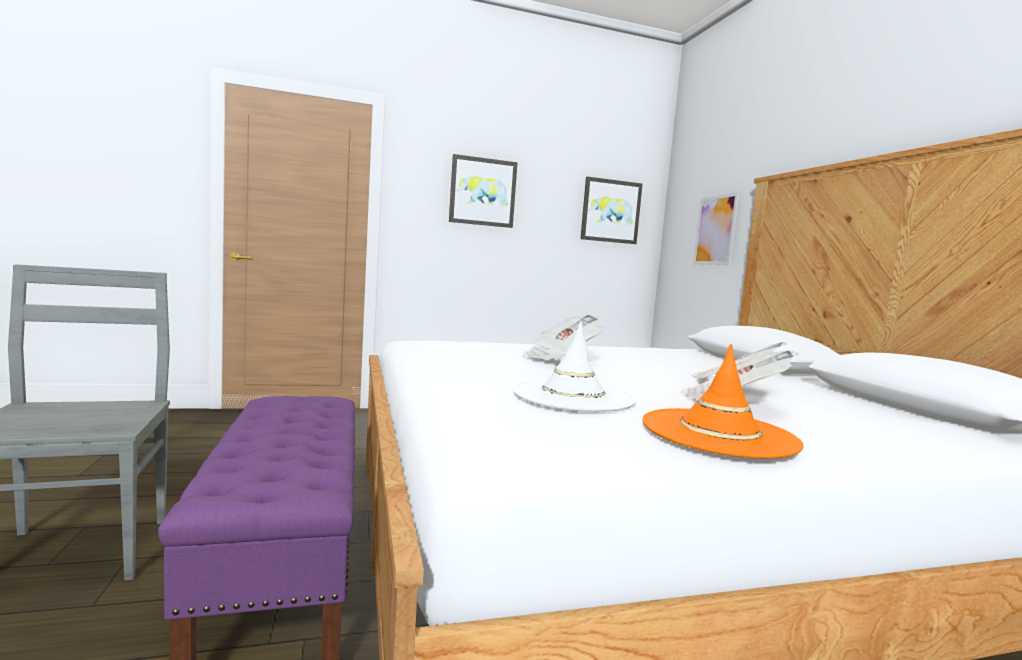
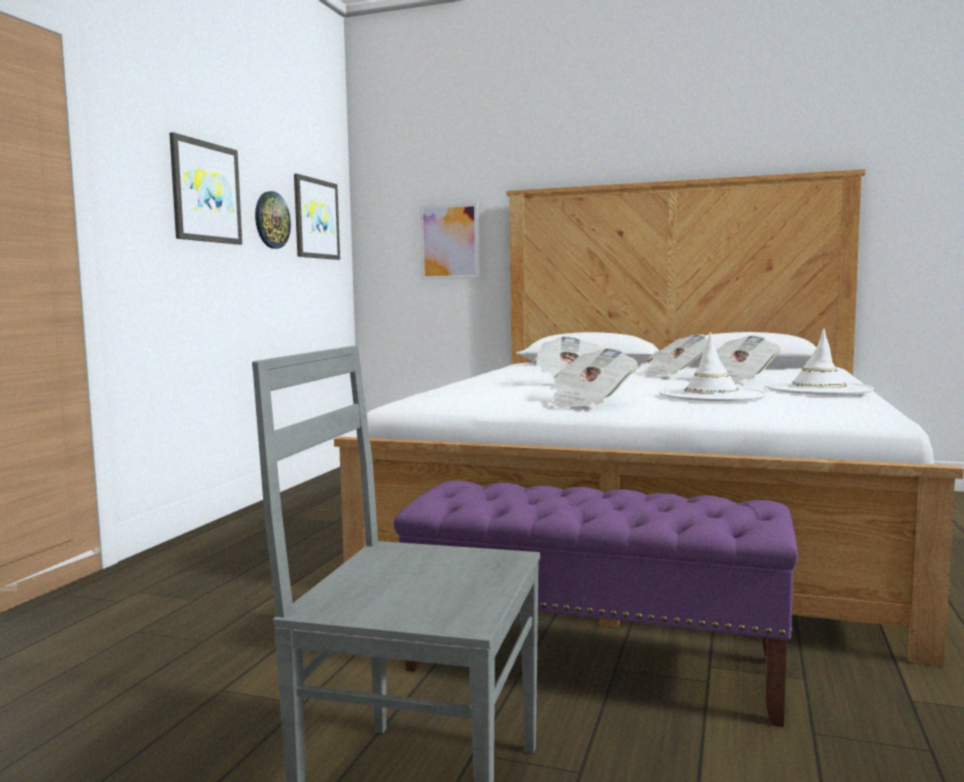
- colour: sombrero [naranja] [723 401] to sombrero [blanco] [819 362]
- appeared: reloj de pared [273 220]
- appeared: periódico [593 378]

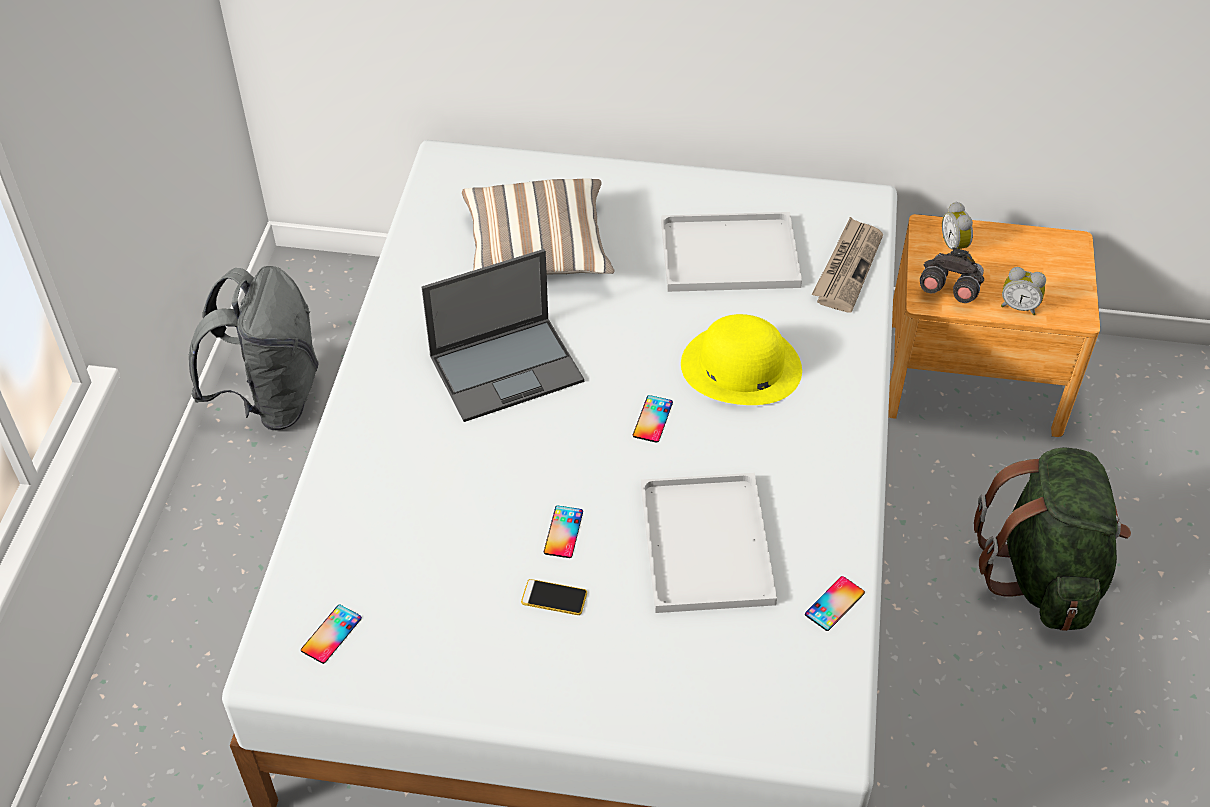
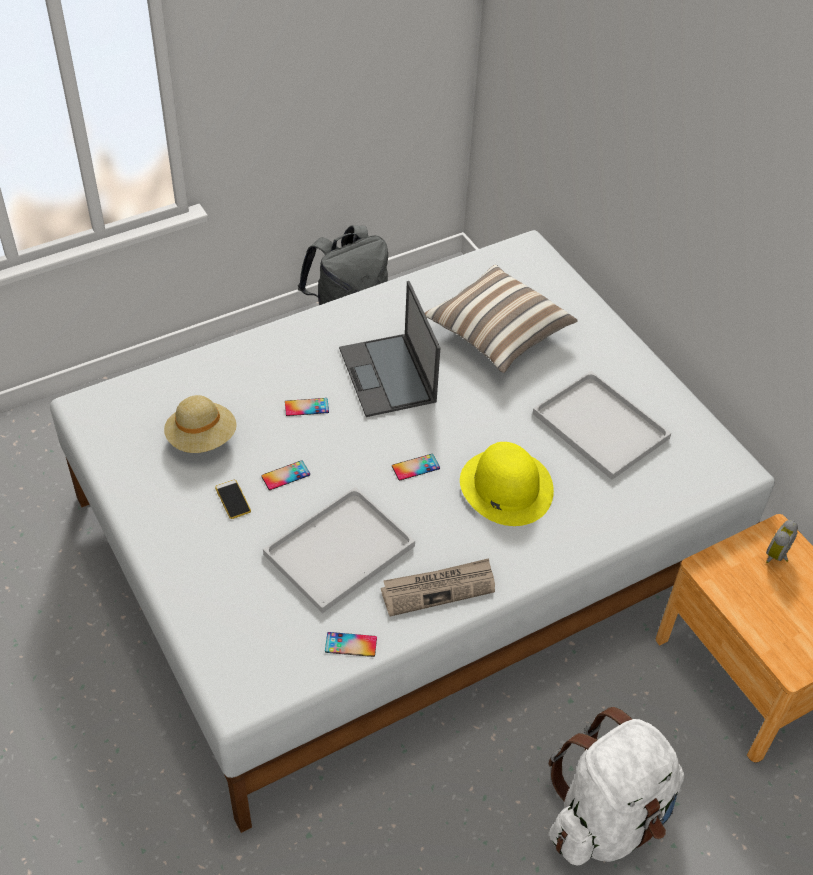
- relocated: periódico [847 265] to [438 587]
- missing: prismáticos [gris] [952 275]
- spun: portátil [503 335] = [389 349] 45 degrees clockwise
- missing: despertador [1023 291]
- colour: mochila [verde] [1052 539] to mochila [blanco] [616 786]
- relocated: móvil [331 634] to [307 407]
- appeared: sombrero [beis] [200 424]

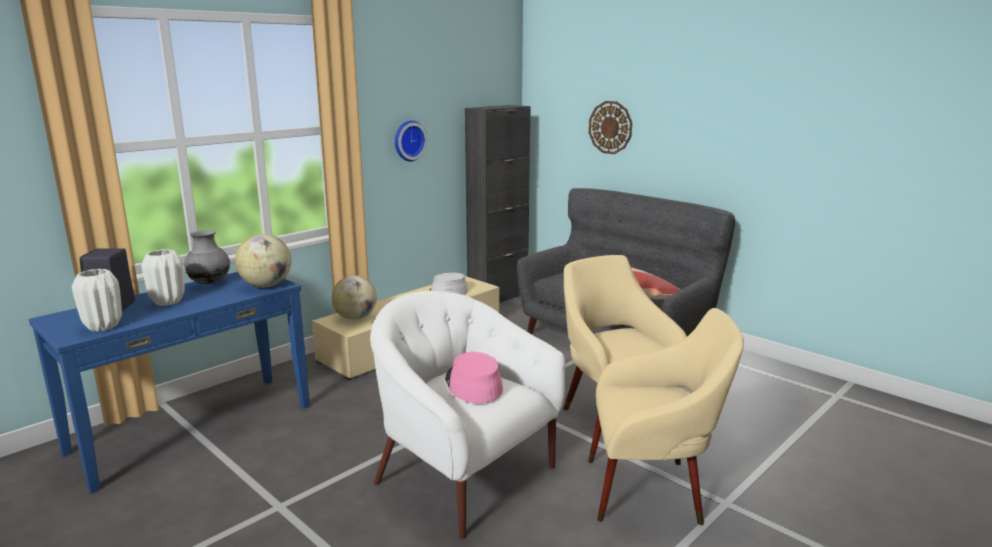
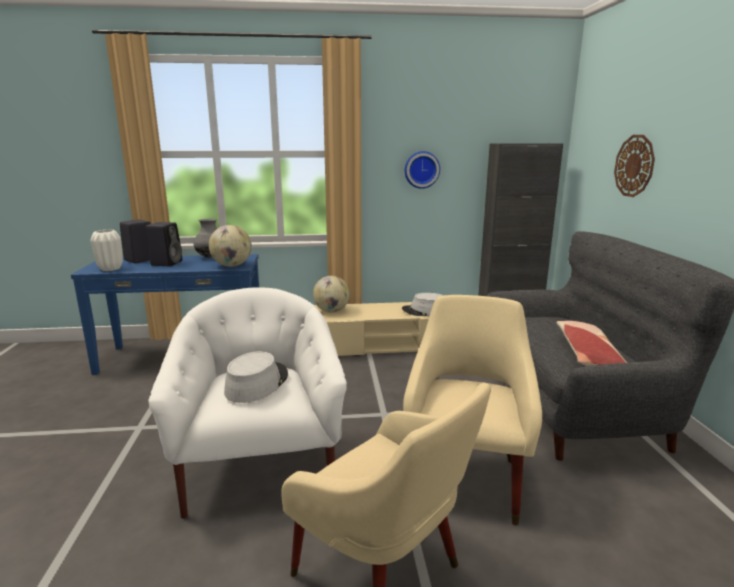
- exchanged: florero [blanco] [163 277] to altavoz [negro] [164 244]
- colour: sombrero [rosa] [474 377] to sombrero [gris] [256 377]

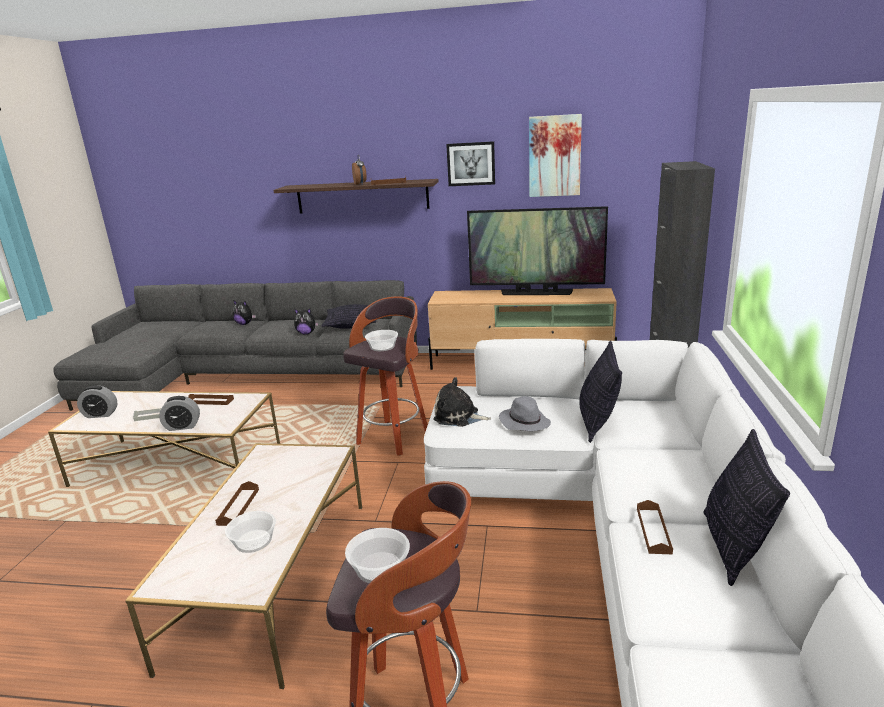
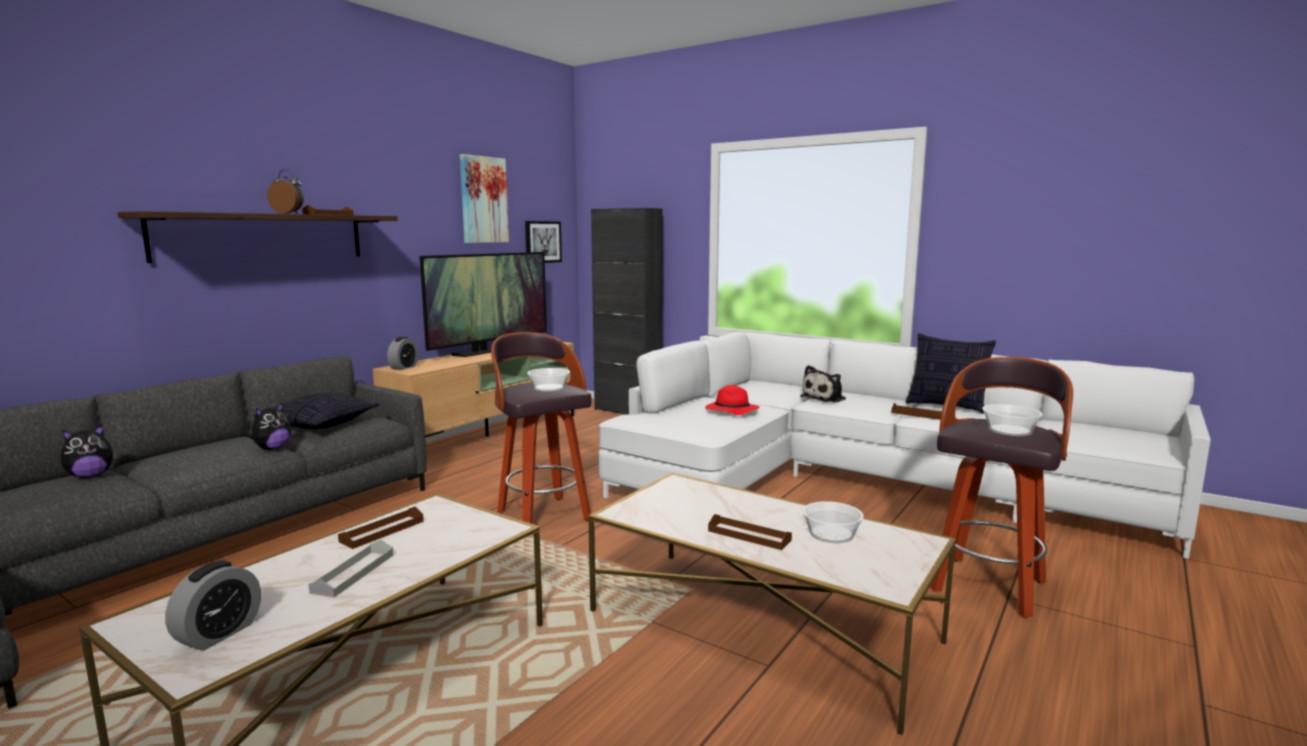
- relocated: cuadro [470 163] to [543 242]
- missing: cojín [600 392]
- relocated: peluche [462 402] to [823 384]
- relocated: despertador [179 413] to [402 353]
- colour: sombrero [gris] [525 413] to sombrero [rojo] [732 400]

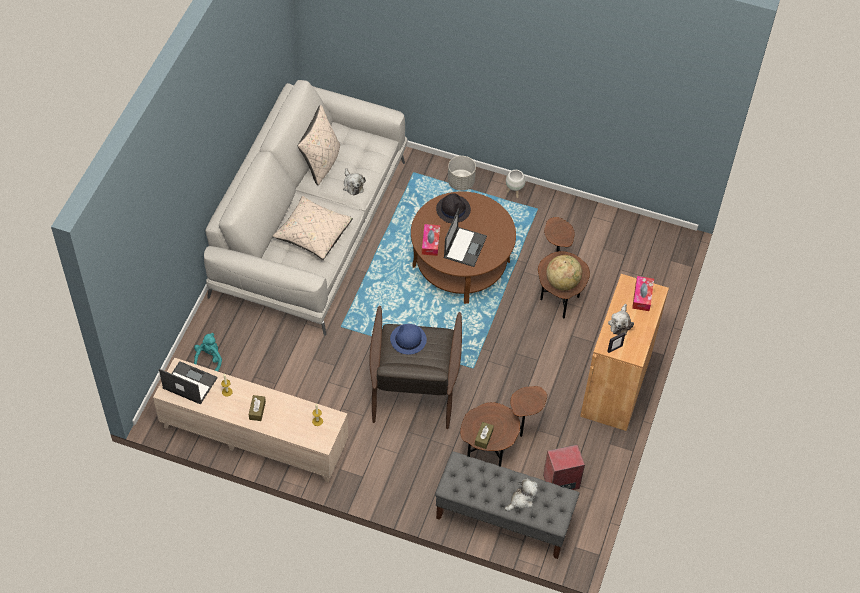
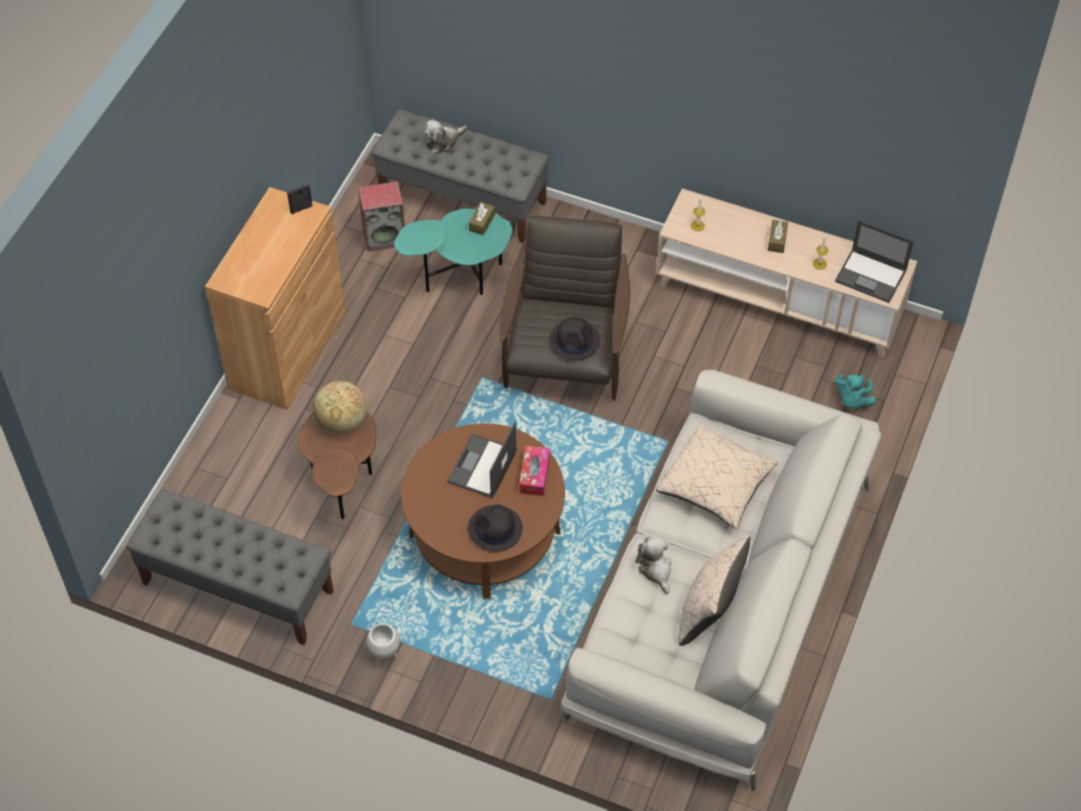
- missing: maceta [gris] [462 173]
- missing: caja de pañuelos [643 293]
- missing: peluche [621 319]
- colour: sombrero [azul] [408 339] to sombrero [negro] [575 339]
- colour: mesa auxiliar [marrón] [503 426] to mesa auxiliar [turquesa] [453 252]
- appeared: banco [gris] [229 567]

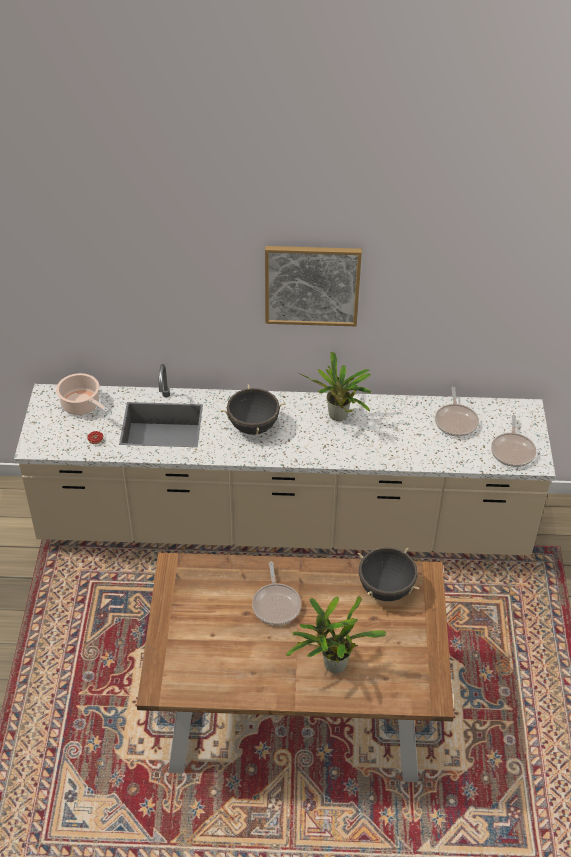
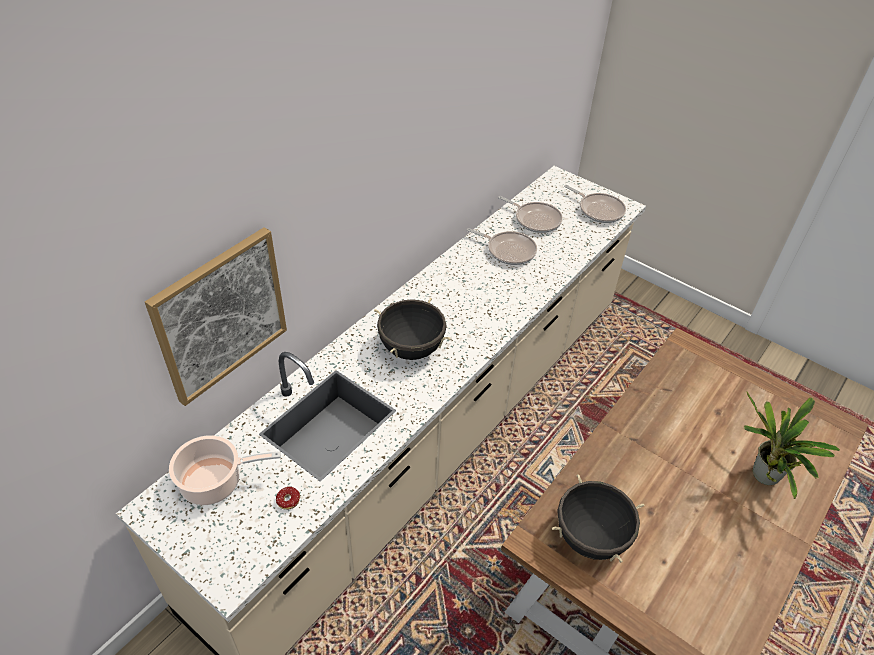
- relocated: cuadro [313 286] to [216 316]
- missing: planta en maceta [335 386]
- relocated: olla [negro] [388 574] to [598 518]
- relocated: sartén [276 593] to [502 246]

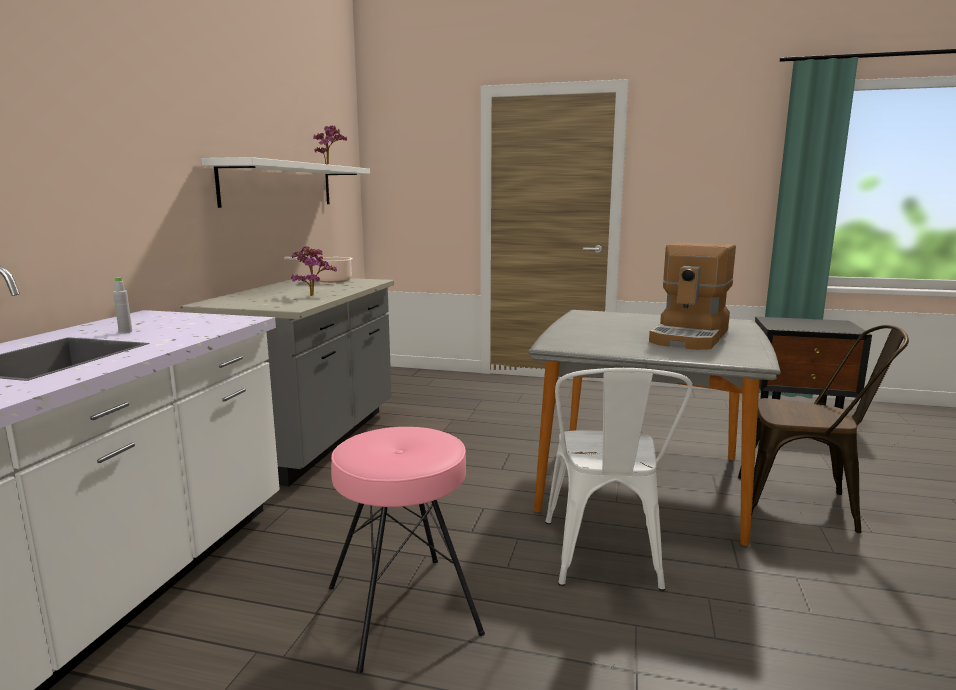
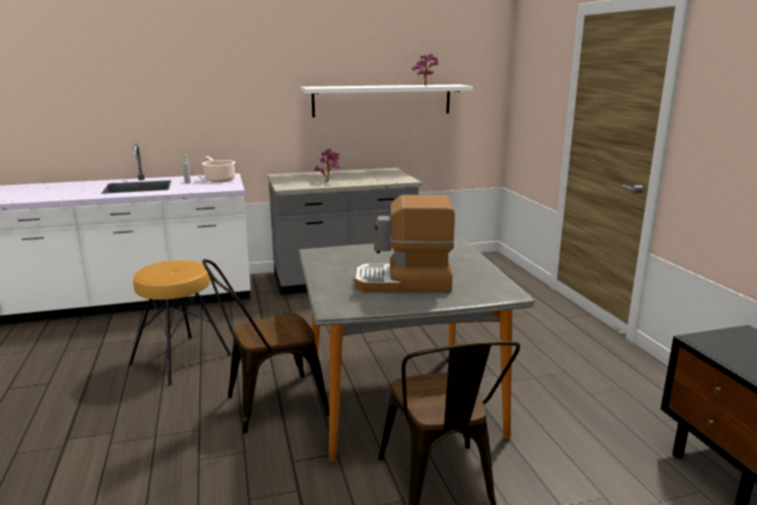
- relocated: olla [318 270] to [219 169]
- colour: silla [blanco] [619 479] to silla [marrón] [265 346]
- colour: taburete [rosa] [407 550] to taburete [marrón] [180 323]

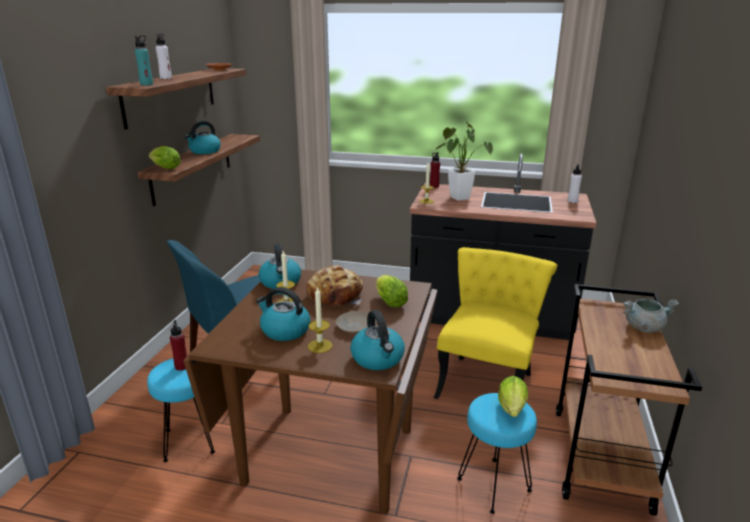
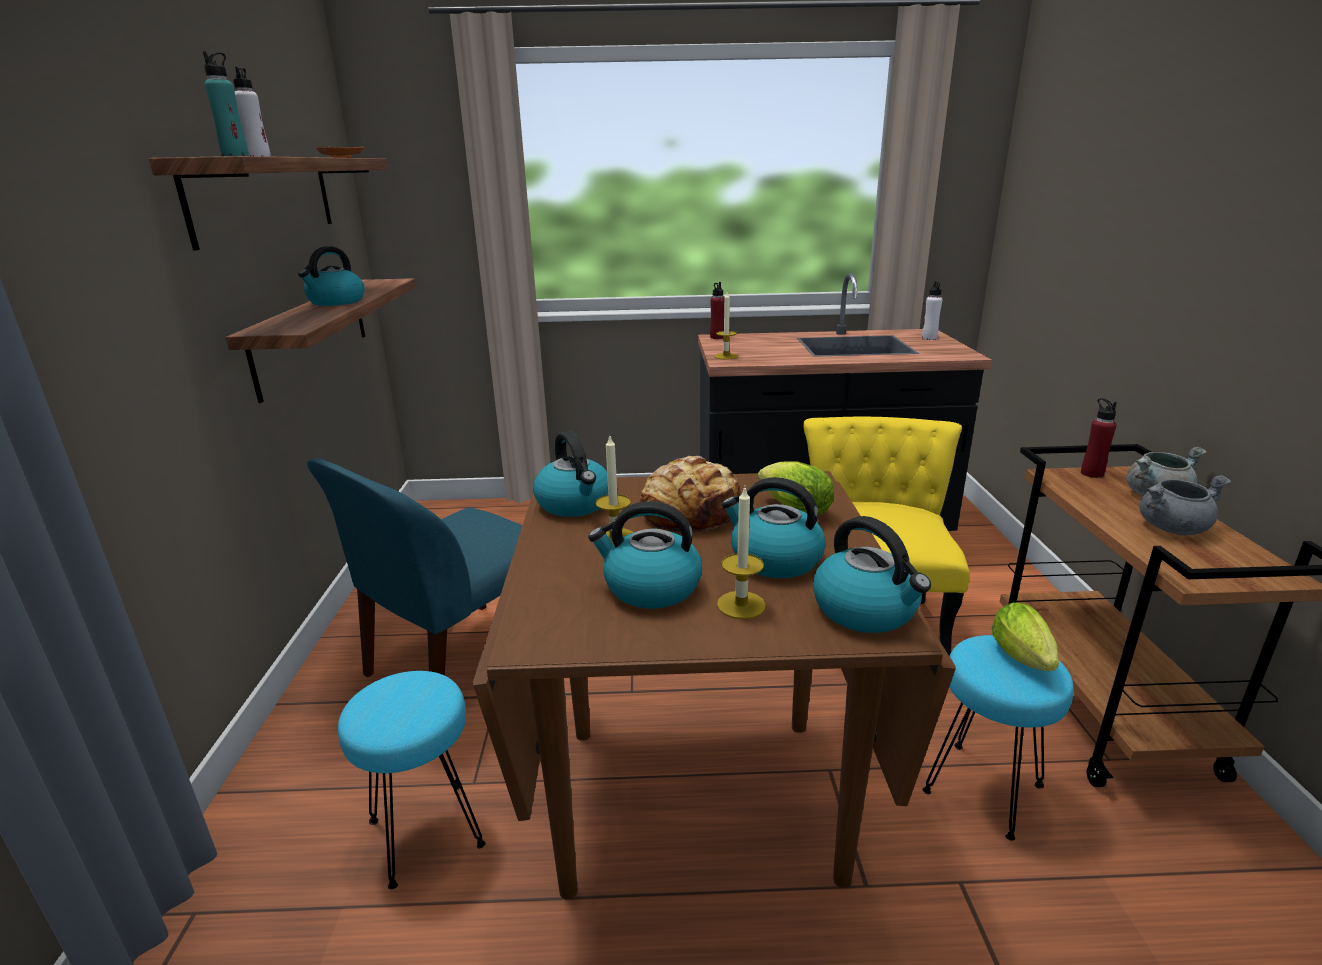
- missing: planta en maceta [464 161]
- missing: lechuga [165 157]
- exchanged: plato [beis] [356 322] to hervidor [774 527]
- relocated: botella [rojo] [178 345] to [1099 438]
- appeared: olla [gris] [1185 505]

